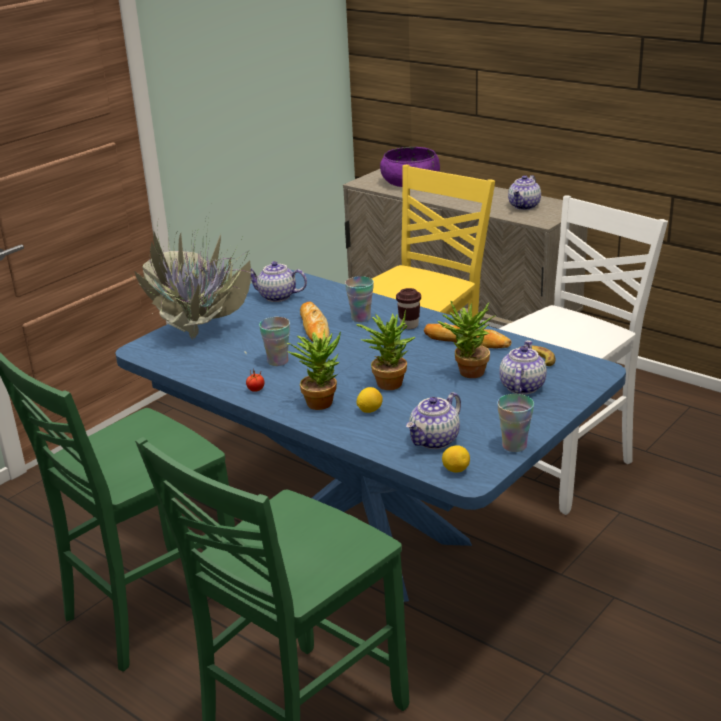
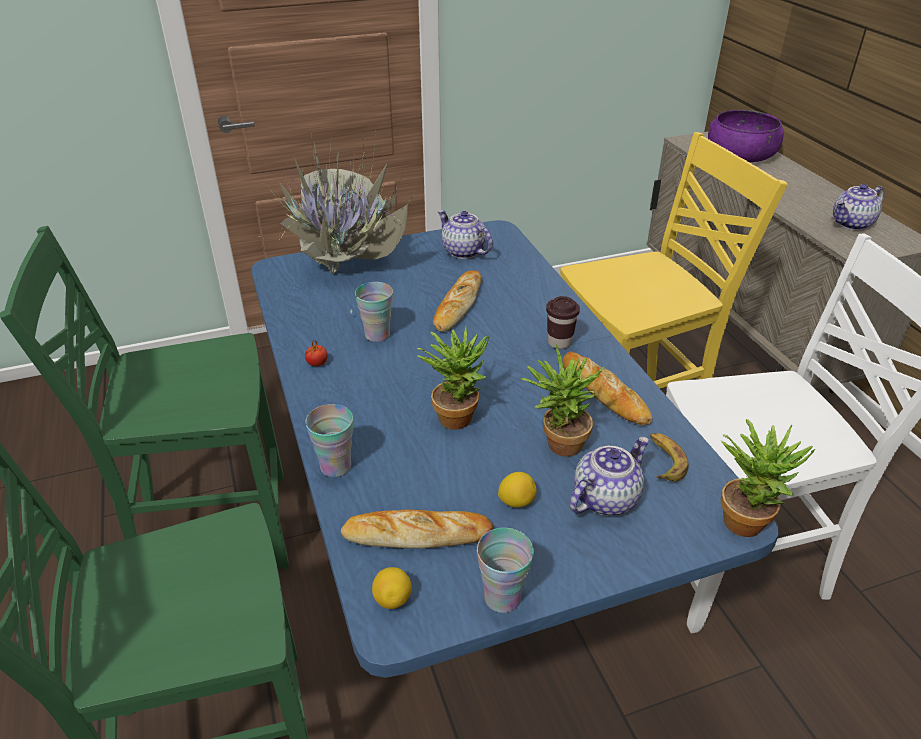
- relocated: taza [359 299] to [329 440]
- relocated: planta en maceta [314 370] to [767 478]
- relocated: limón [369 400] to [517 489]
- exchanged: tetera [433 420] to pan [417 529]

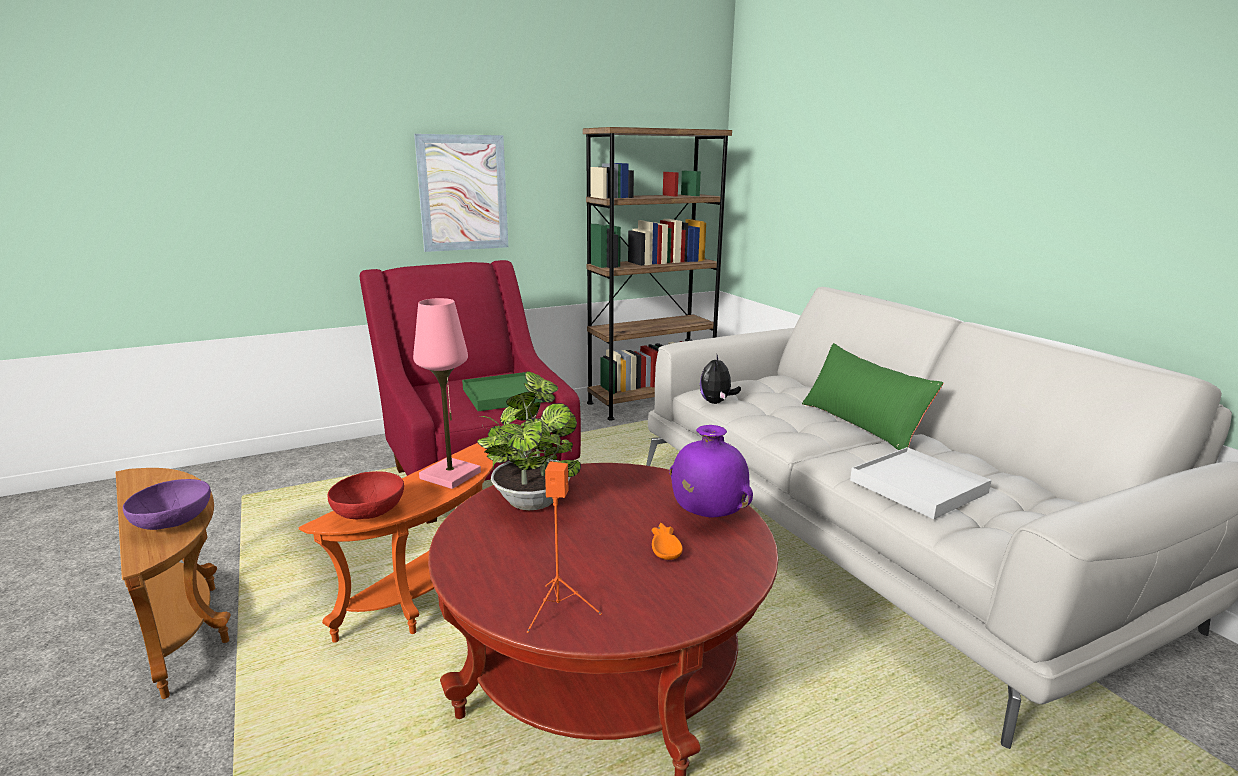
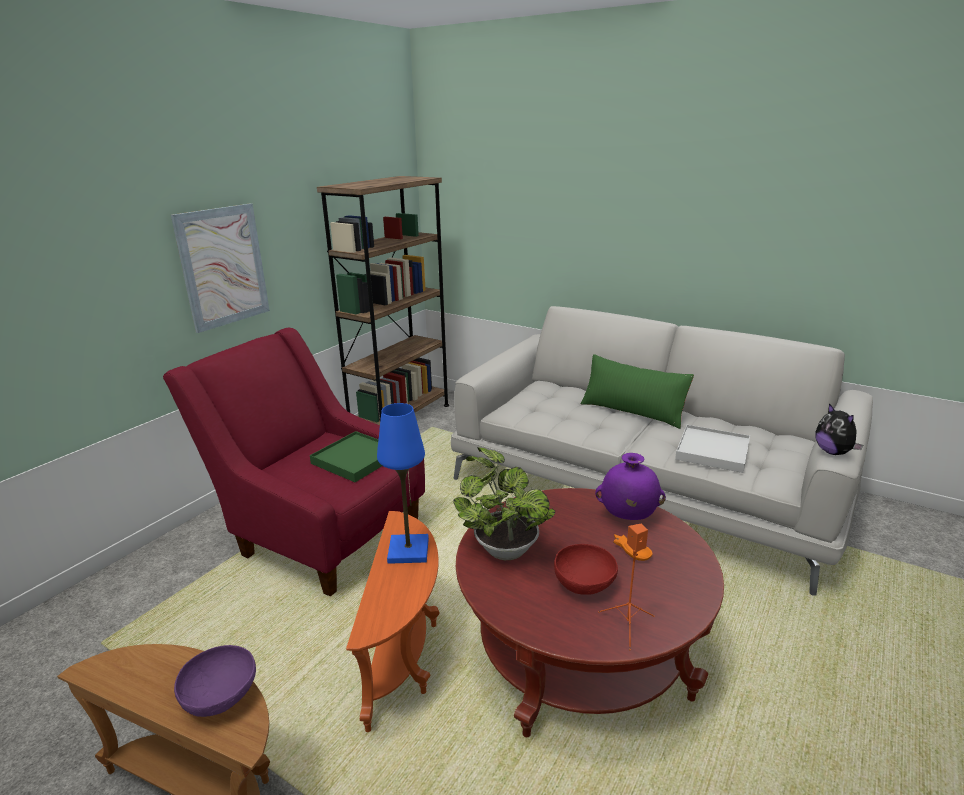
- colour: lámpara de mesa [rosa] [447 393] to lámpara de mesa [azul] [403 483]
- relocated: peluche [720 379] to [839 429]
- relocated: cuenco [rojo] [365 495] to [586 569]

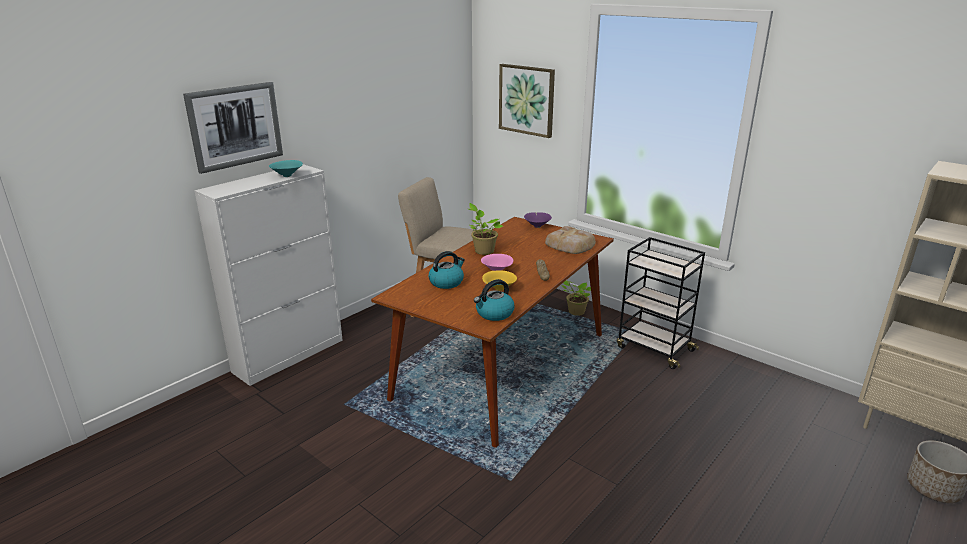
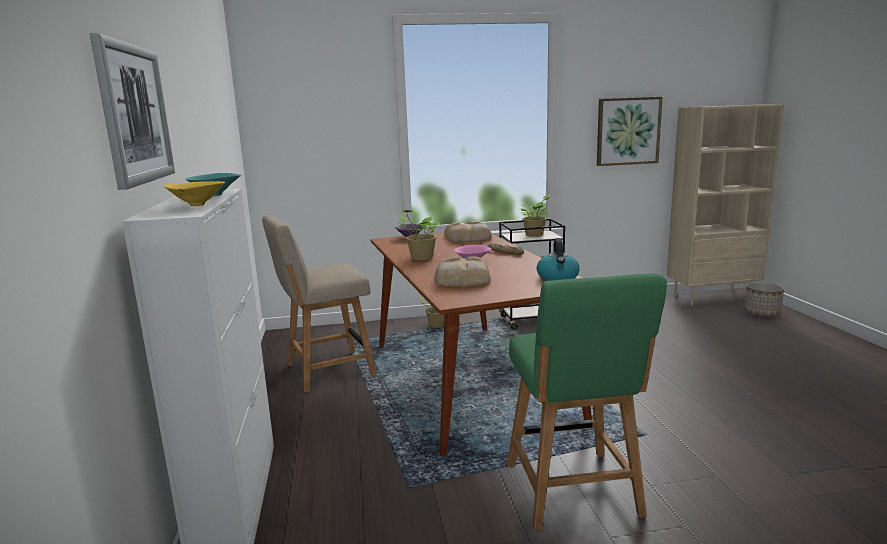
- relocated: cuadro [527 101] to [630 131]
- exchanged: hervidor [447 270] to pan [462 272]
- relocated: cuenco [amarillo] [499 280] to [194 193]
- appeared: planta en maceta [535 215]
- appeared: silla [verde] [587 402]

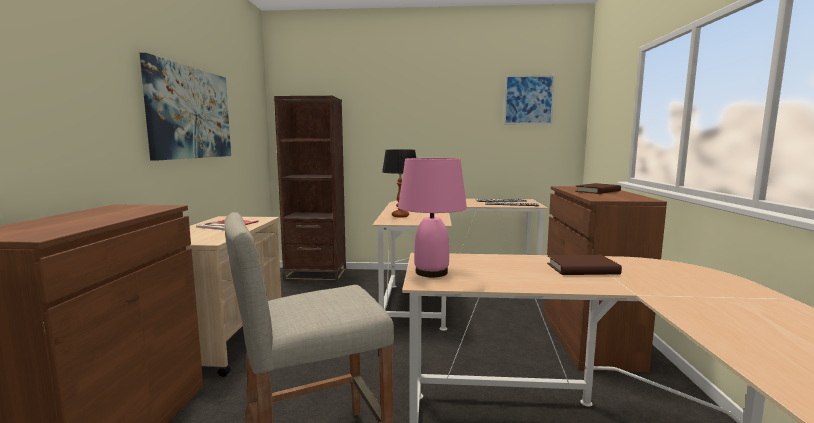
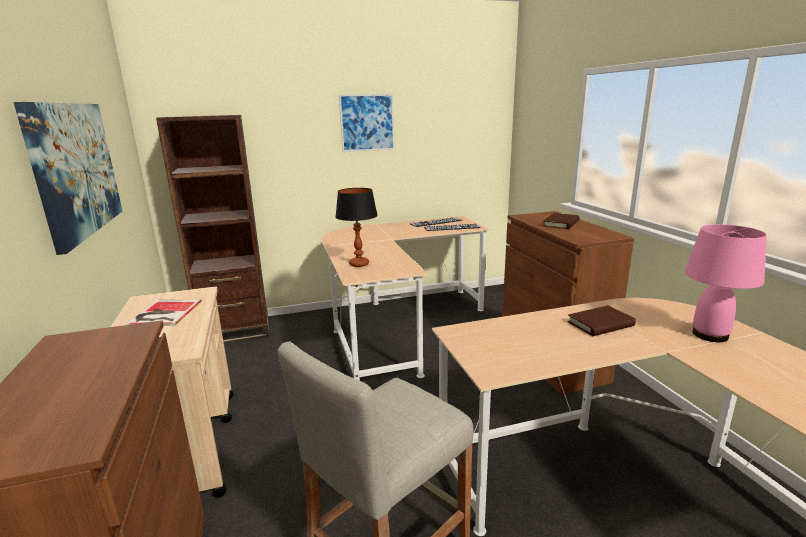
- relocated: cuadro [529 99] to [367 122]
- relocated: lámpara de mesa [rosa] [432 217] to [726 283]

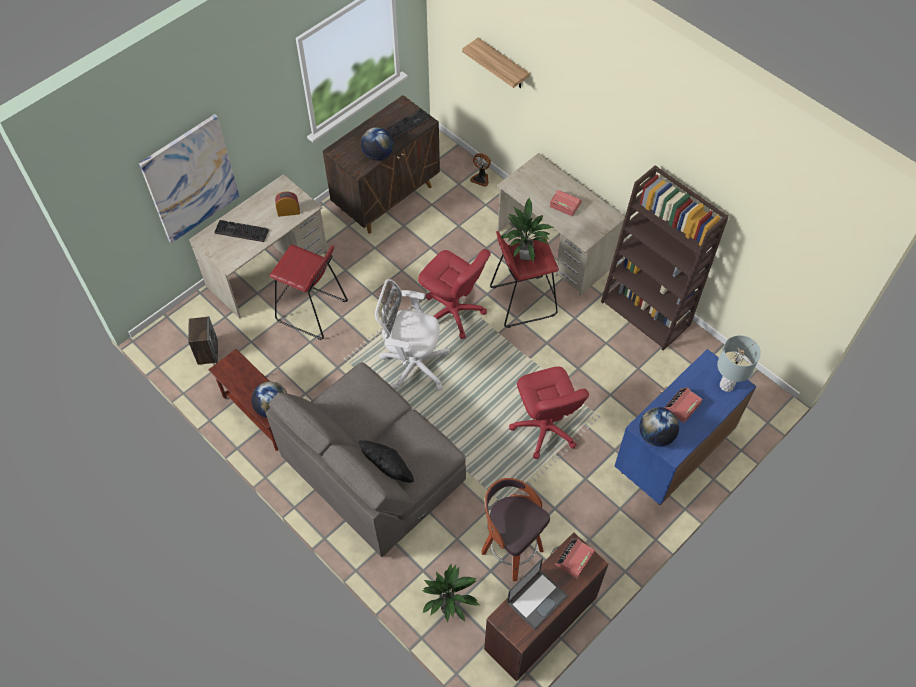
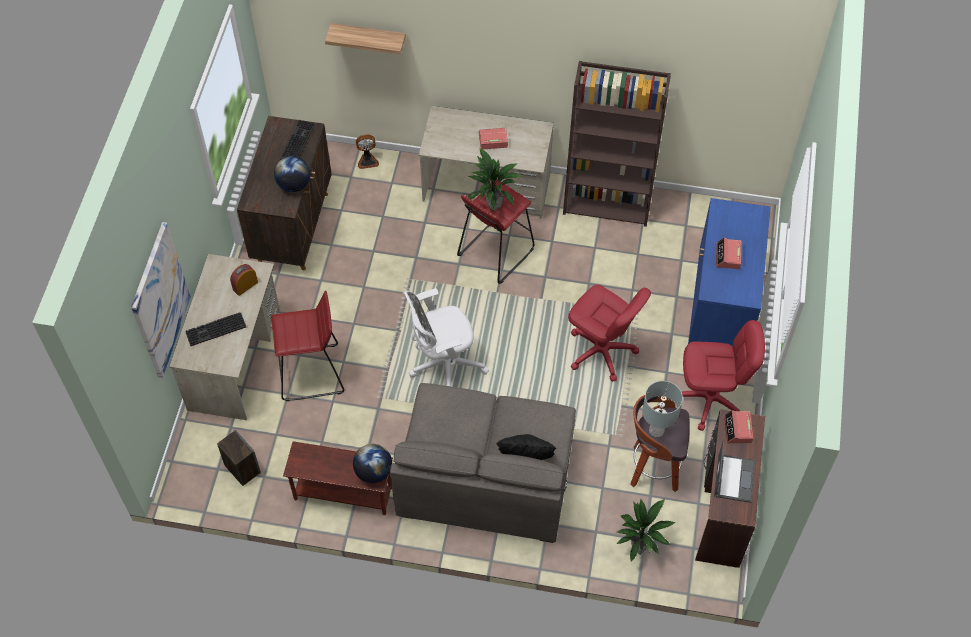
- relocated: silla de oficina [rojo] [454 294] to [723 375]
- relocated: lámpara de mesa [gris] [739 363] to [662 409]
- missing: globo terráqueo [659 427]

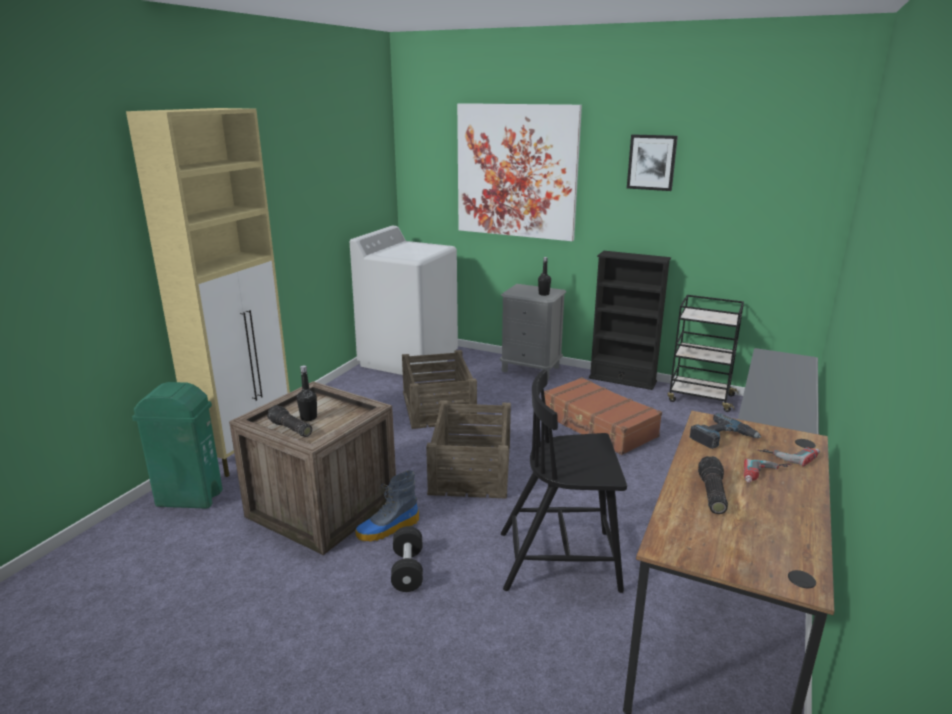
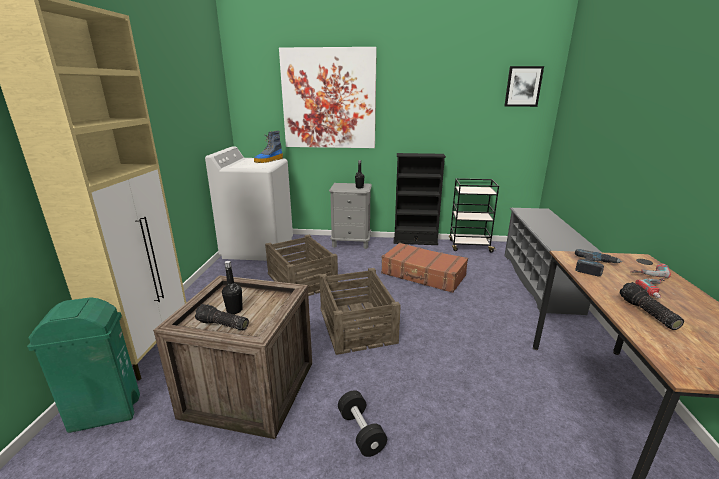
- relocated: cuadro [652 162] to [524 86]
- missing: silla [negro] [564 481]
- relocated: bota [387 506] to [268 147]

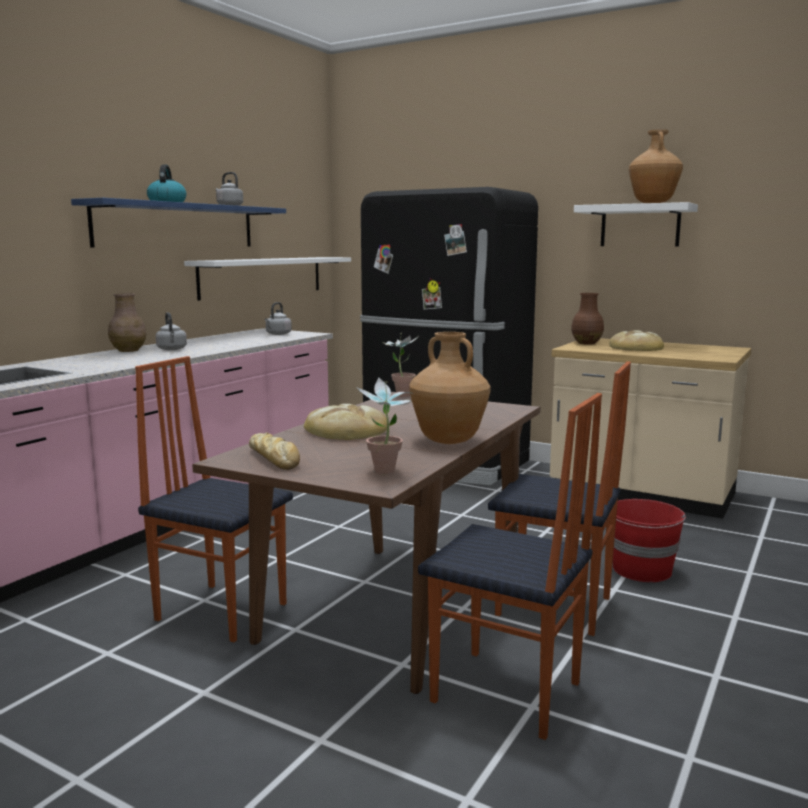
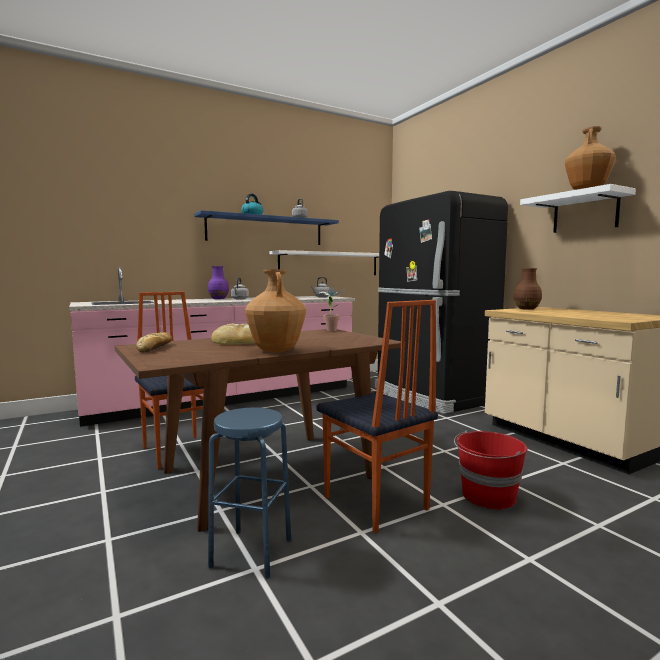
- colour: florero [marrón] [127 322] to florero [morado] [218 282]
- missing: pan [636 340]
- missing: planta en maceta [385 425]
- exchanged: silla [510 566] to taburete [azul] [249 493]

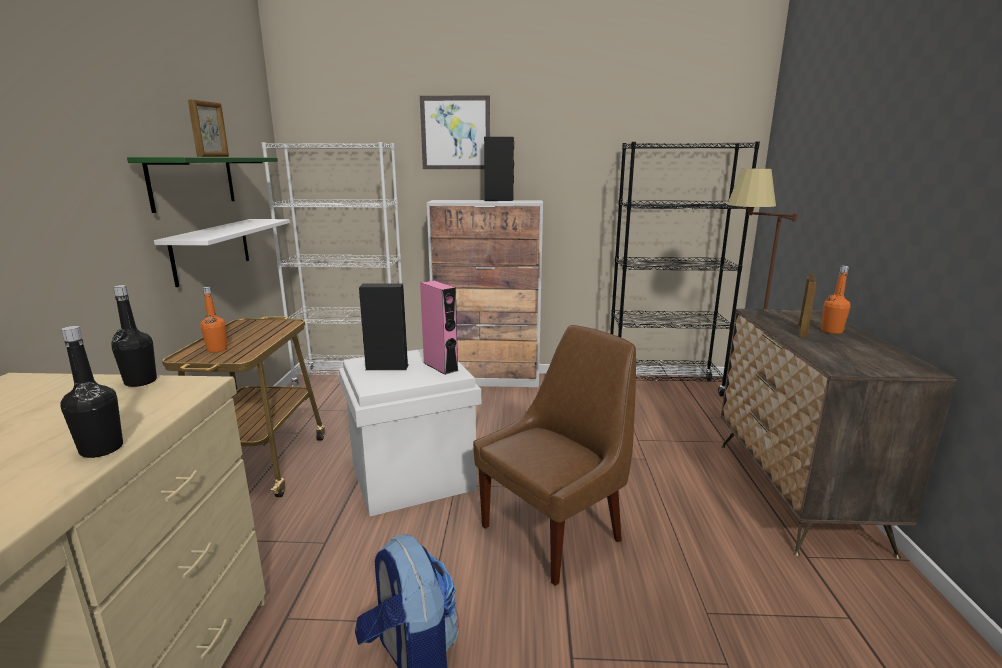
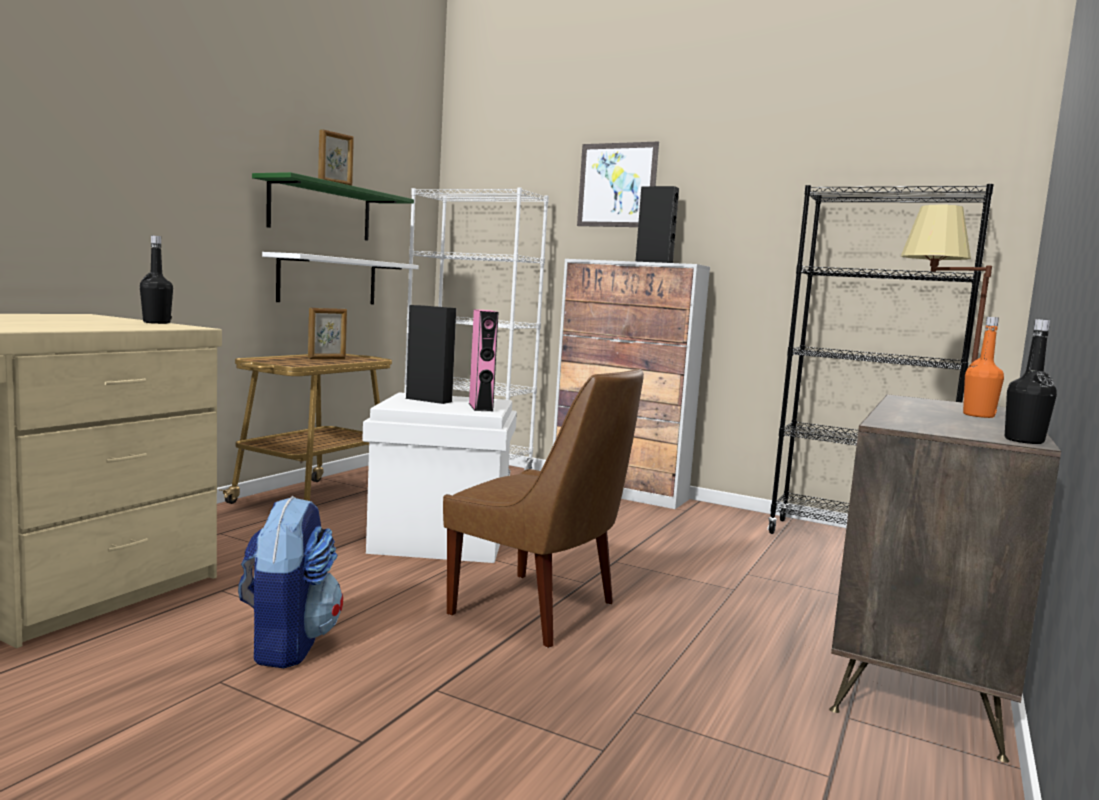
- relocated: portarretratos [808 306] to [327 333]
- missing: botella [naranja] [213 320]
- spun: silla [marrón] [554 455] = [543 508] 45 degrees clockwise
- relocated: botella [negro] [91 392] to [1031 381]

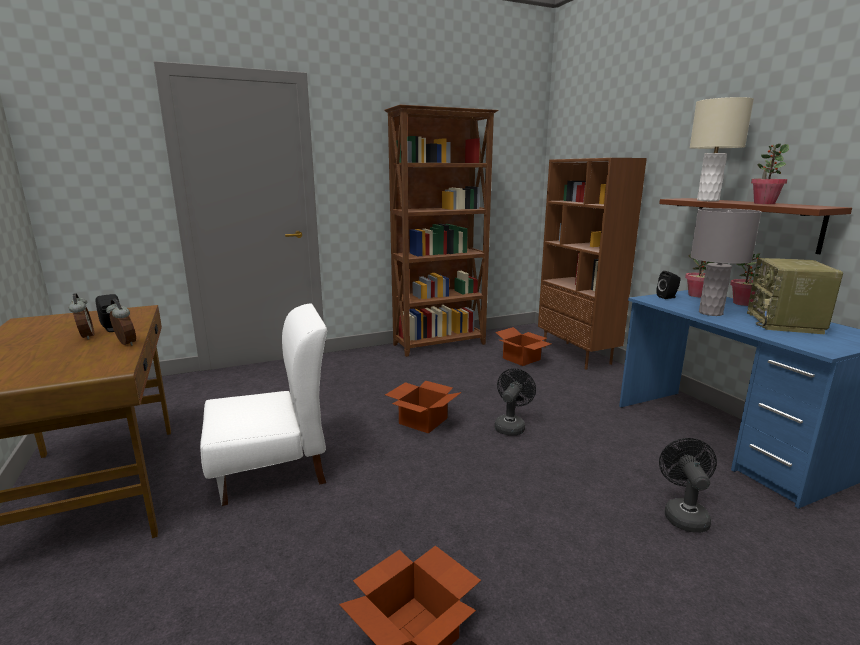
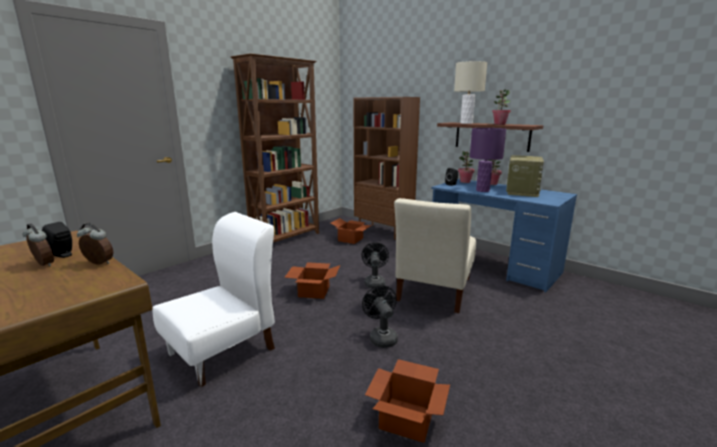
- colour: lámpara de mesa [gris] [726 262] to lámpara de mesa [morado] [488 160]
- spun: radio [795 296] = [525 176] 150 degrees counterclockwise
- relocated: ventilador [negro] [688 485] to [380 316]
- appeared: silla [beis] [435 255]

